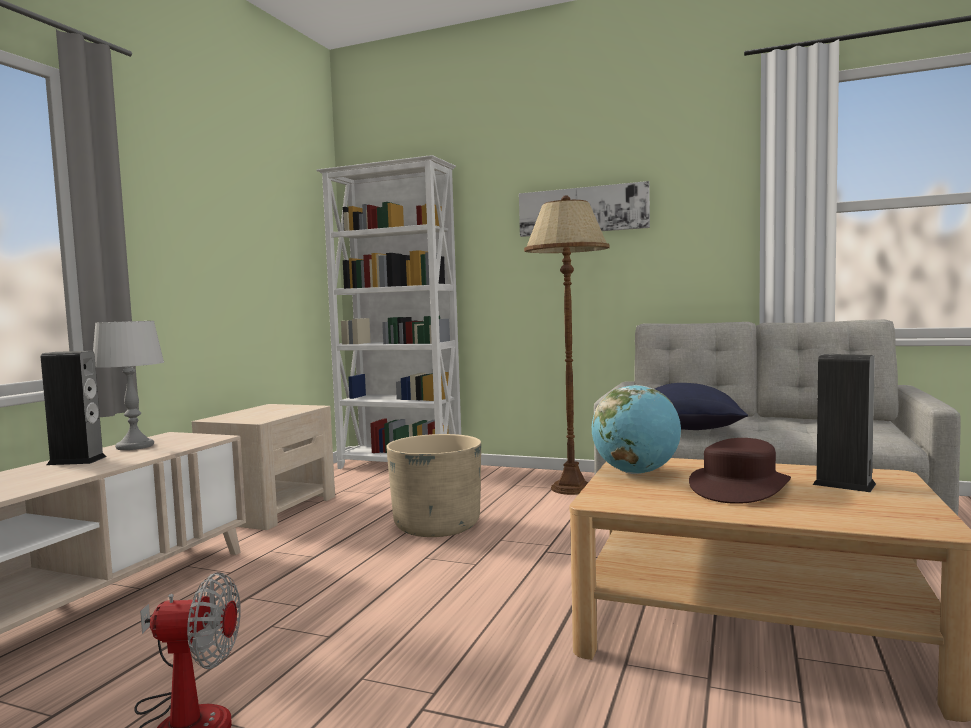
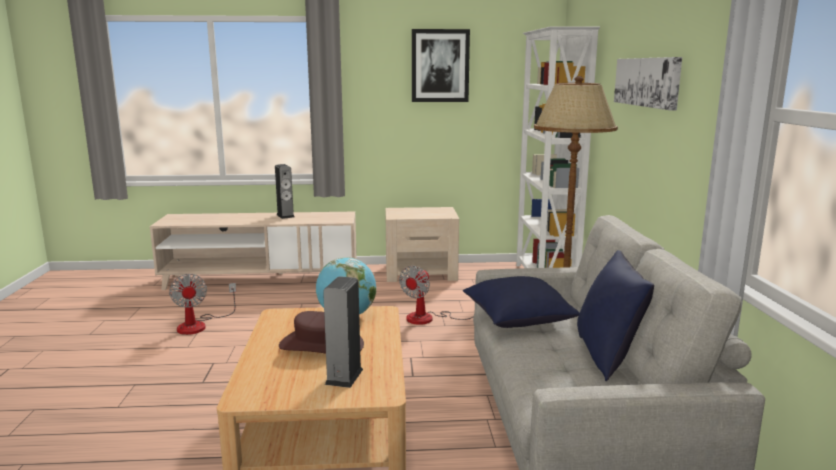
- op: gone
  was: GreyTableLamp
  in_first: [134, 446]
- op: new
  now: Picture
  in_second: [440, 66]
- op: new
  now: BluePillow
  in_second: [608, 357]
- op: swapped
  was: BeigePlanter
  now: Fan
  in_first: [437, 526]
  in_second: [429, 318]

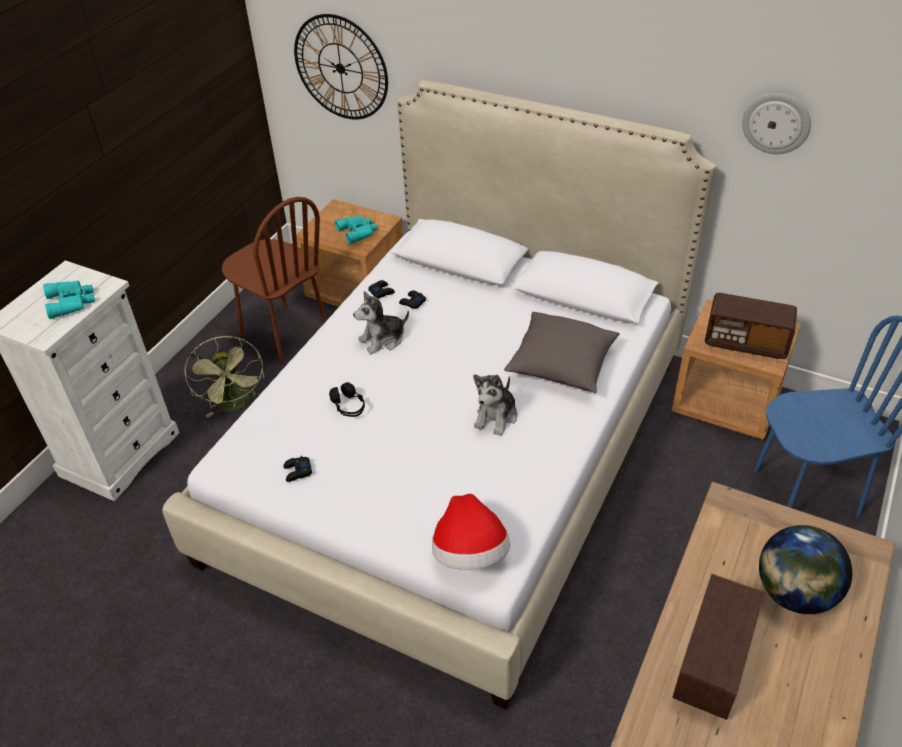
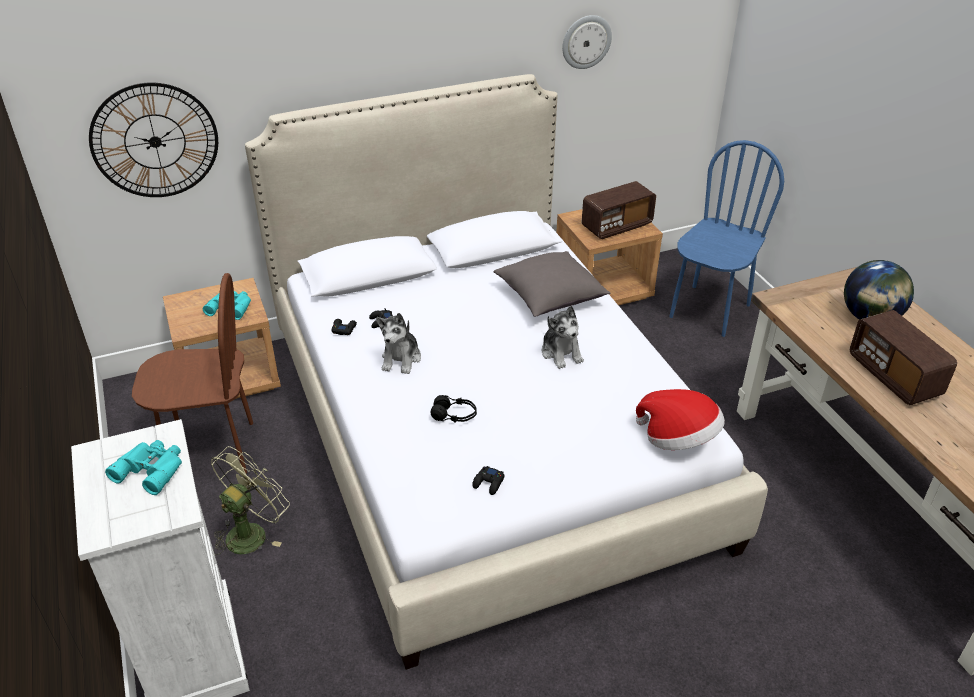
- op: rotated
  was: GreenFan
  in_first: [236, 405]
  in_second: [251, 532]
  clockwise: -75

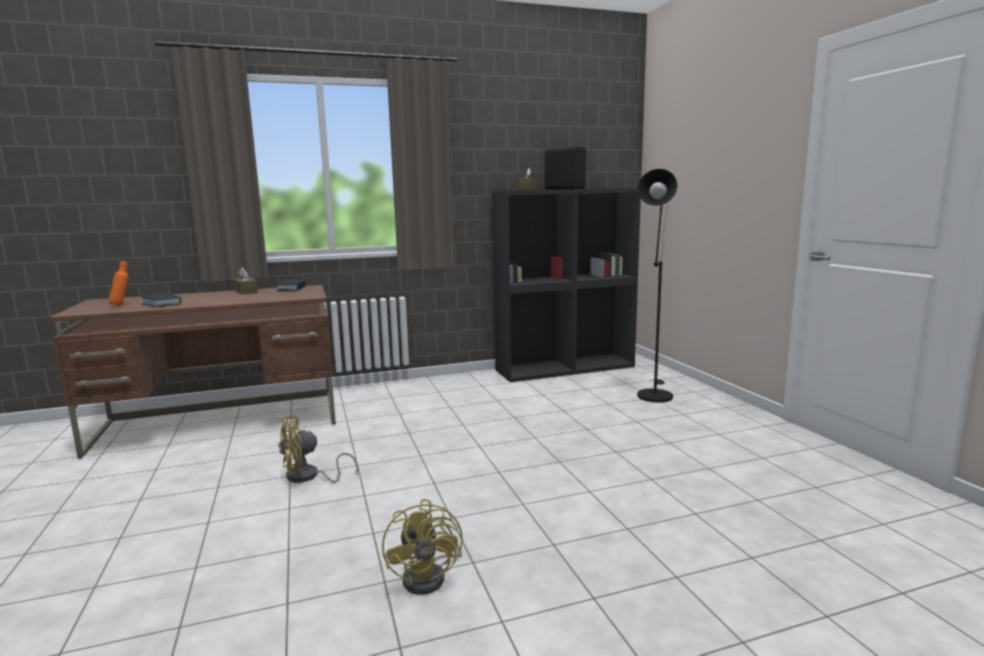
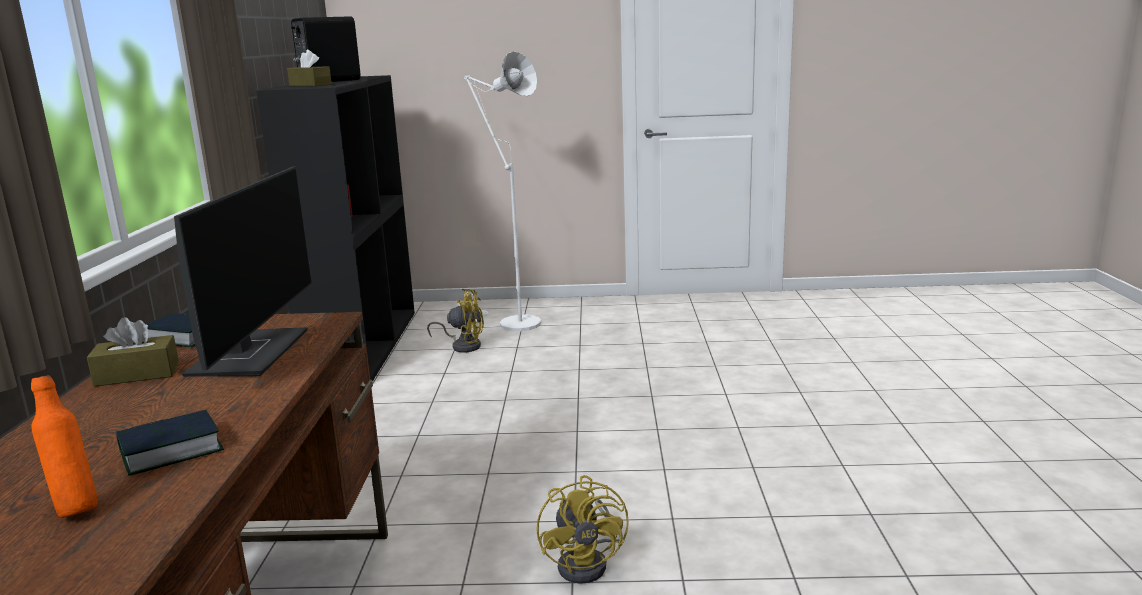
- op: new
  now: Monitor
  in_second: [250, 353]
- op: shifted
  was: YellowFan
  in_first: [430, 576]
  in_second: [463, 345]
- op: repainted
  was: BlackFloorLamp
  now: WhiteFloorLamp
  in_first: [654, 394]
  in_second: [513, 323]

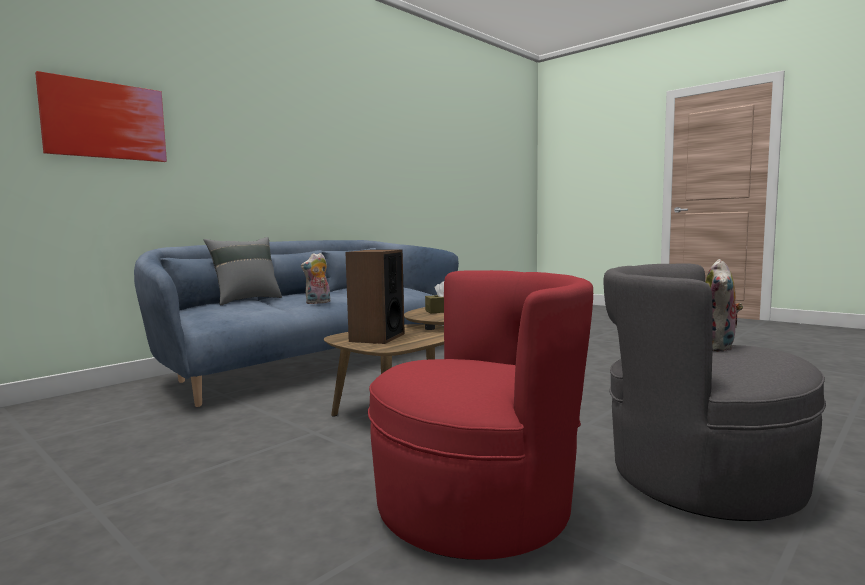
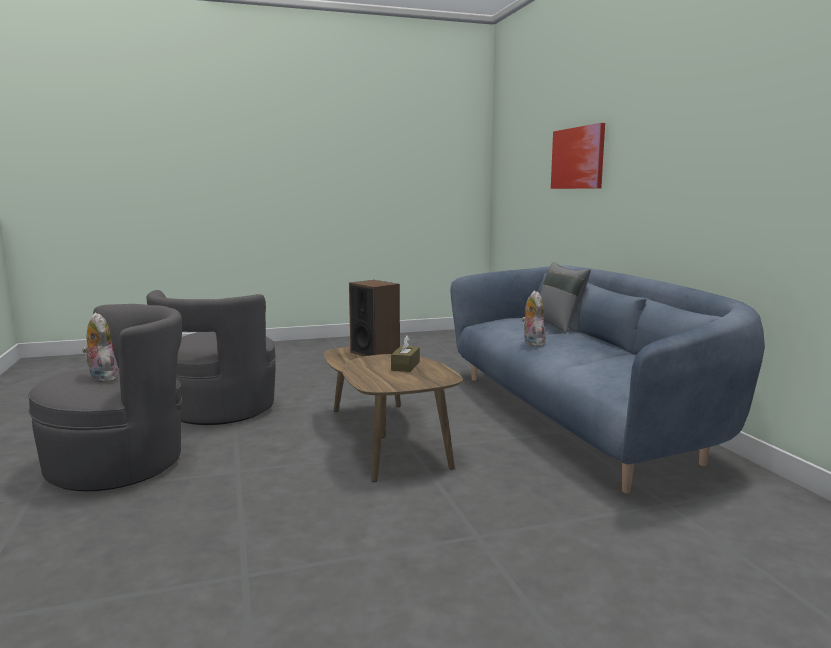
- op: repainted
  was: RedArmchair
  now: GreyArmchair
  in_first: [477, 508]
  in_second: [219, 410]

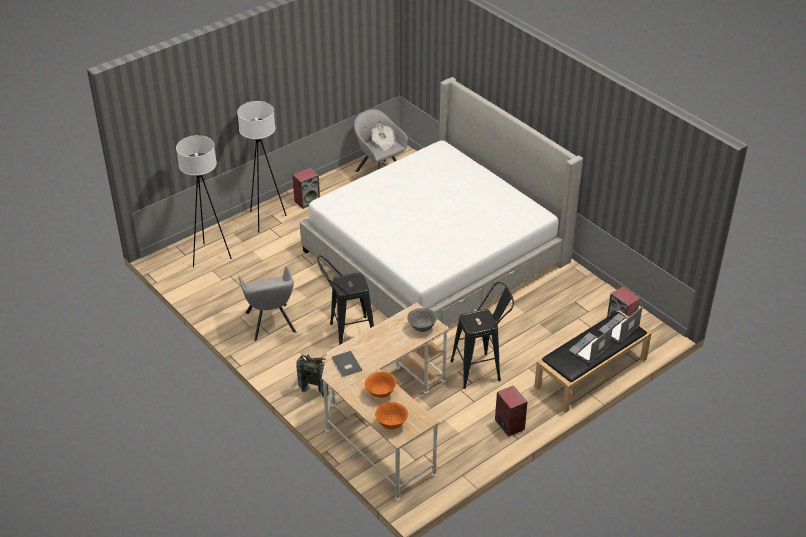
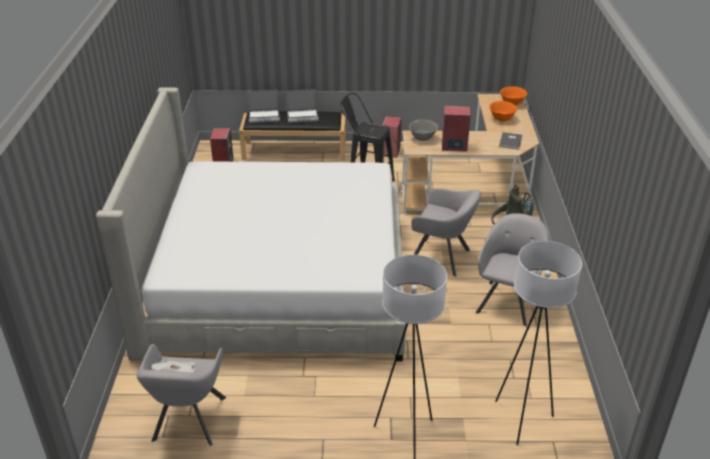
- op: shifted
  was: Speaker
  in_first: [307, 201]
  in_second: [453, 146]
- op: swapped
  was: BlackStool
  now: GreyArmchair
  in_first: [347, 333]
  in_second: [442, 257]

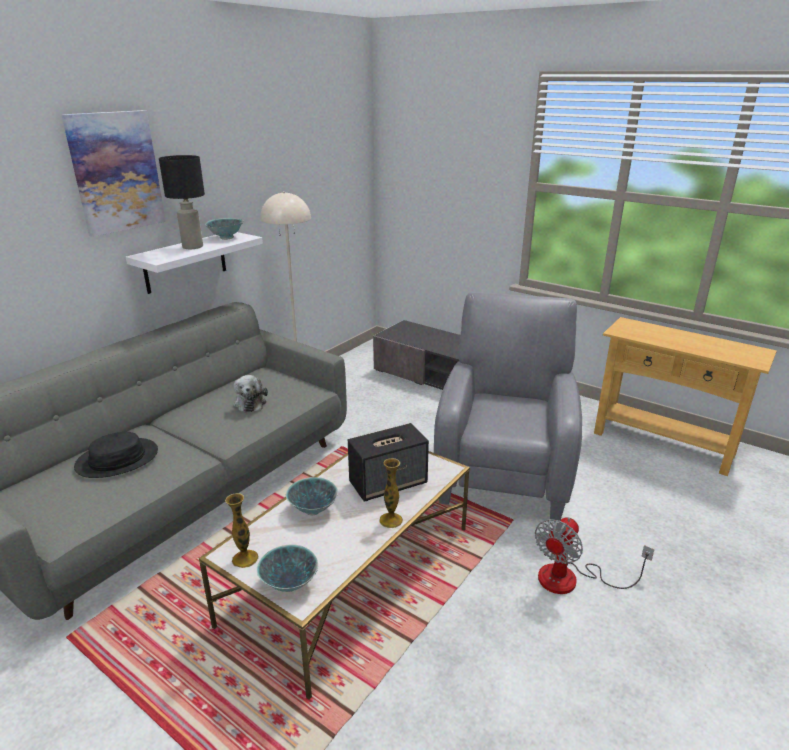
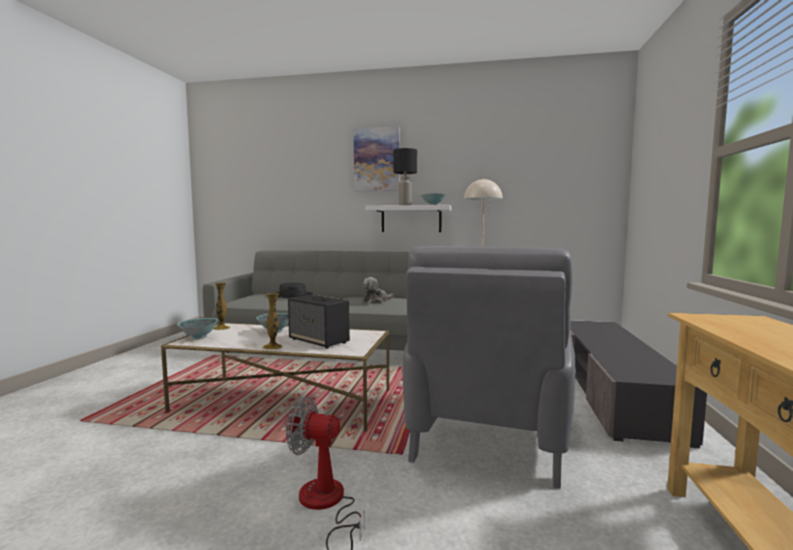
- op: rotated
  was: GreyArmchair
  in_first: [504, 468]
  in_second: [487, 436]
  clockwise: 120

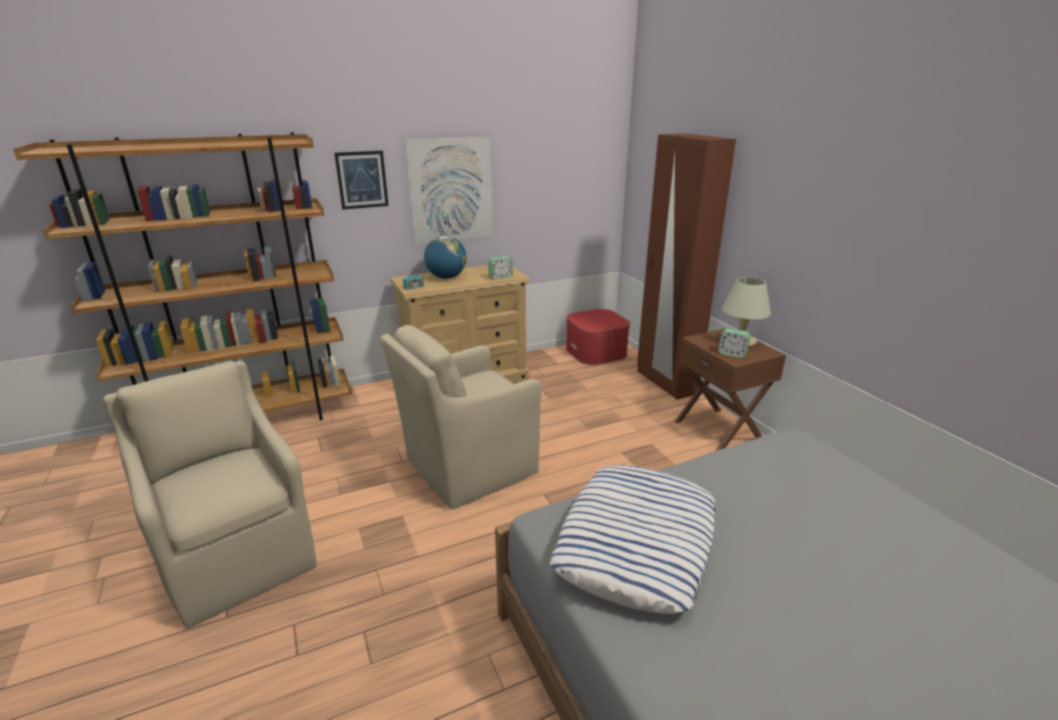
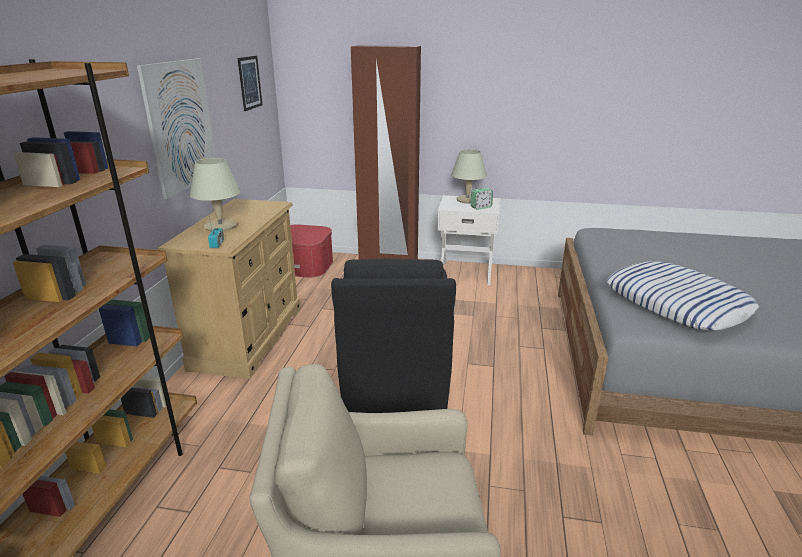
- op: gone
  was: AlarmClock
  in_first: [500, 277]
- op: shifted
  was: Picture
  in_first: [362, 180]
  in_second: [250, 83]
- op: swapped
  was: Globe
  now: BeigeTableLamp
  in_first: [446, 277]
  in_second: [220, 226]
- op: repainted
  was: BeigeArmchair
  now: BlackArmchair
  in_first: [467, 468]
  in_second: [394, 386]
- op: repainted
  was: BrownNightstand
  now: WhiteNightstand
  in_first: [719, 430]
  in_second: [465, 272]

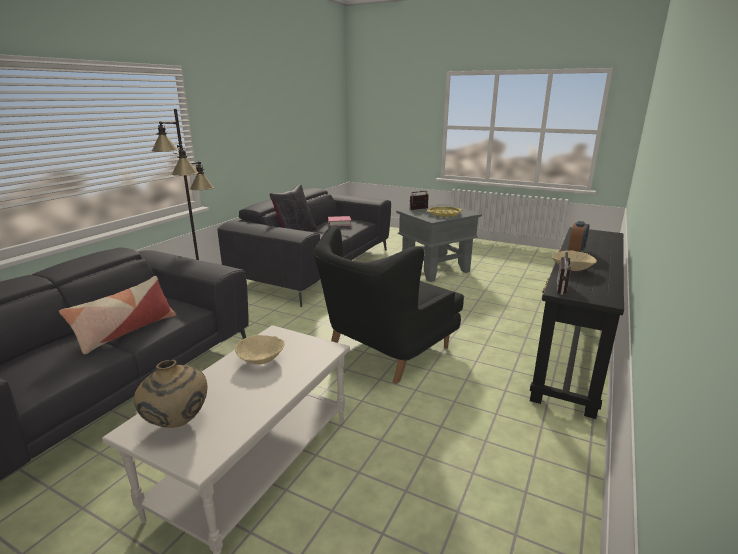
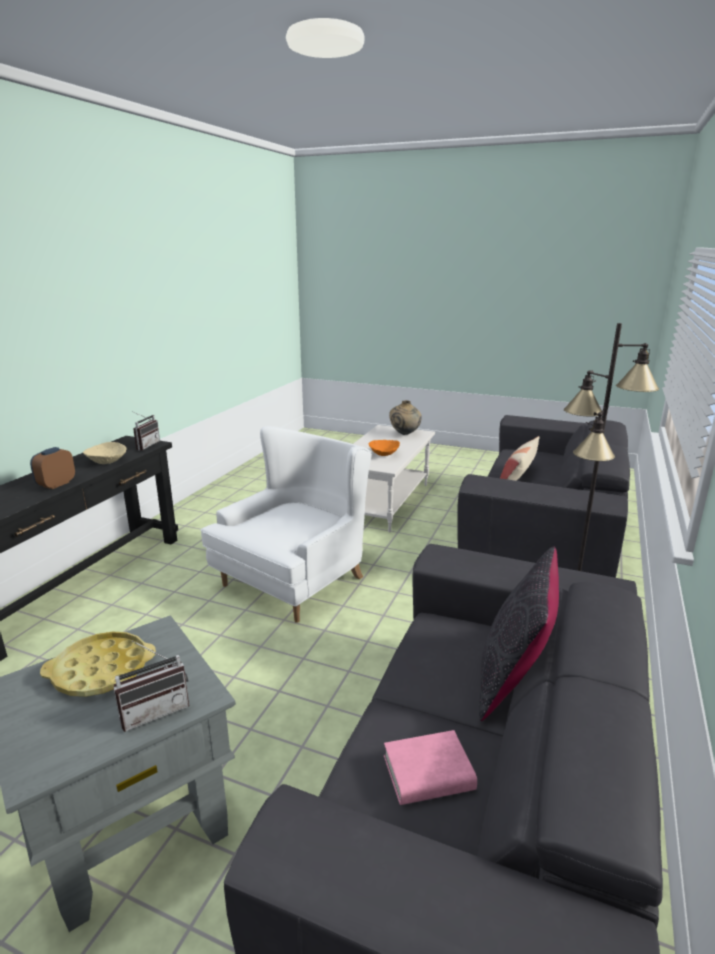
- op: repainted
  was: BeigeBowl
  now: OrangeBowl
  in_first: [261, 360]
  in_second: [384, 454]
- op: repainted
  was: BlackArmchair
  now: WhiteArmchair
  in_first: [386, 349]
  in_second: [296, 579]

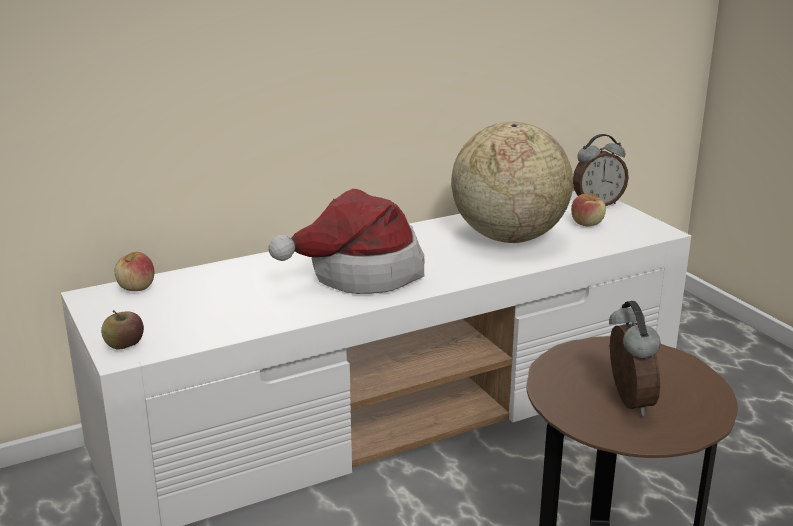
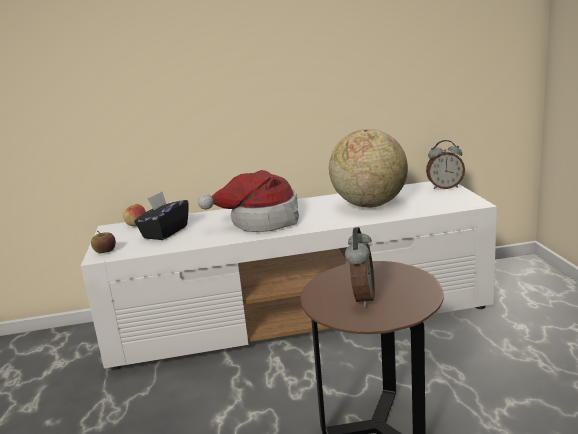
- op: gone
  was: Apple
  in_first: [587, 223]
- op: new
  now: BlackTissueBox
  in_second: [165, 232]

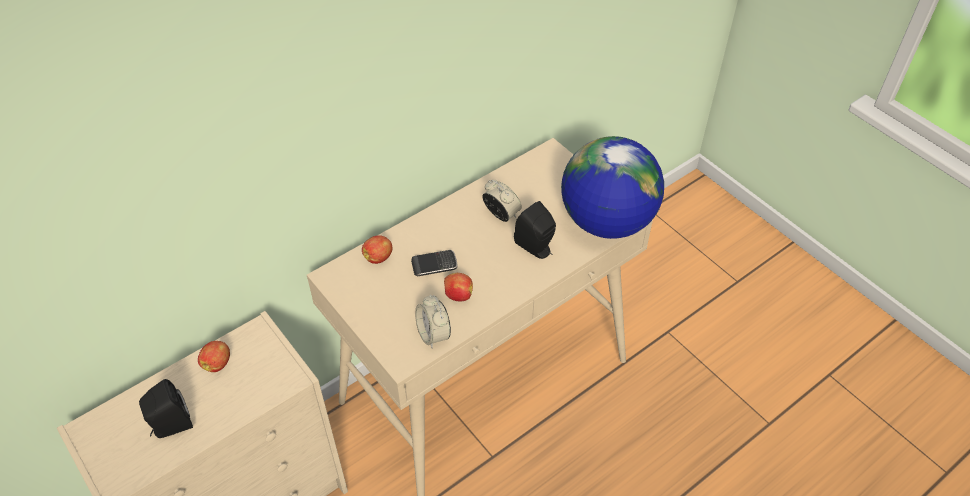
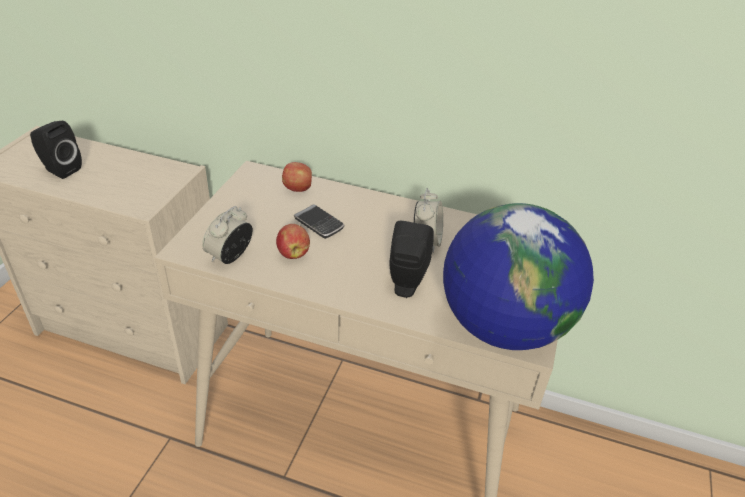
- op: gone
  was: Apple
  in_first: [217, 363]

